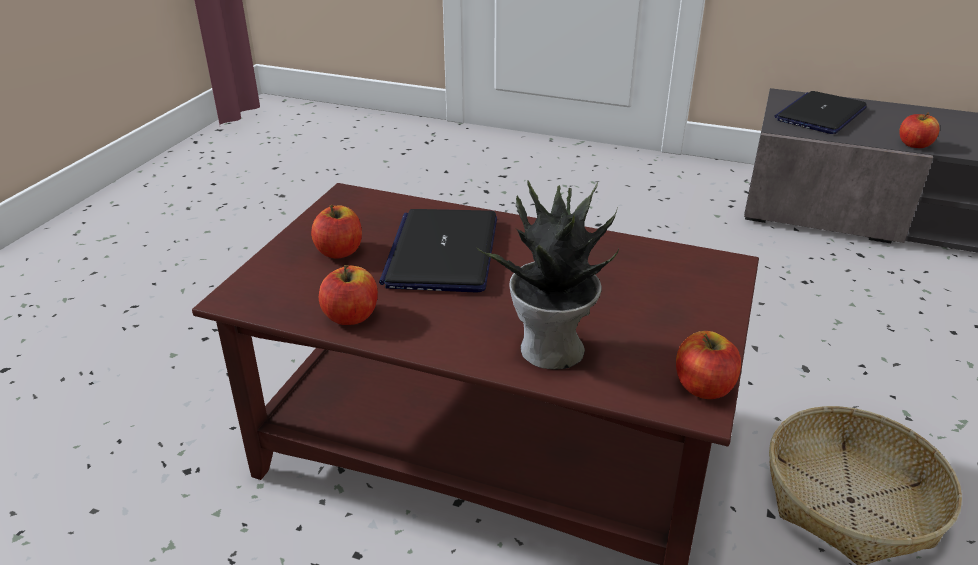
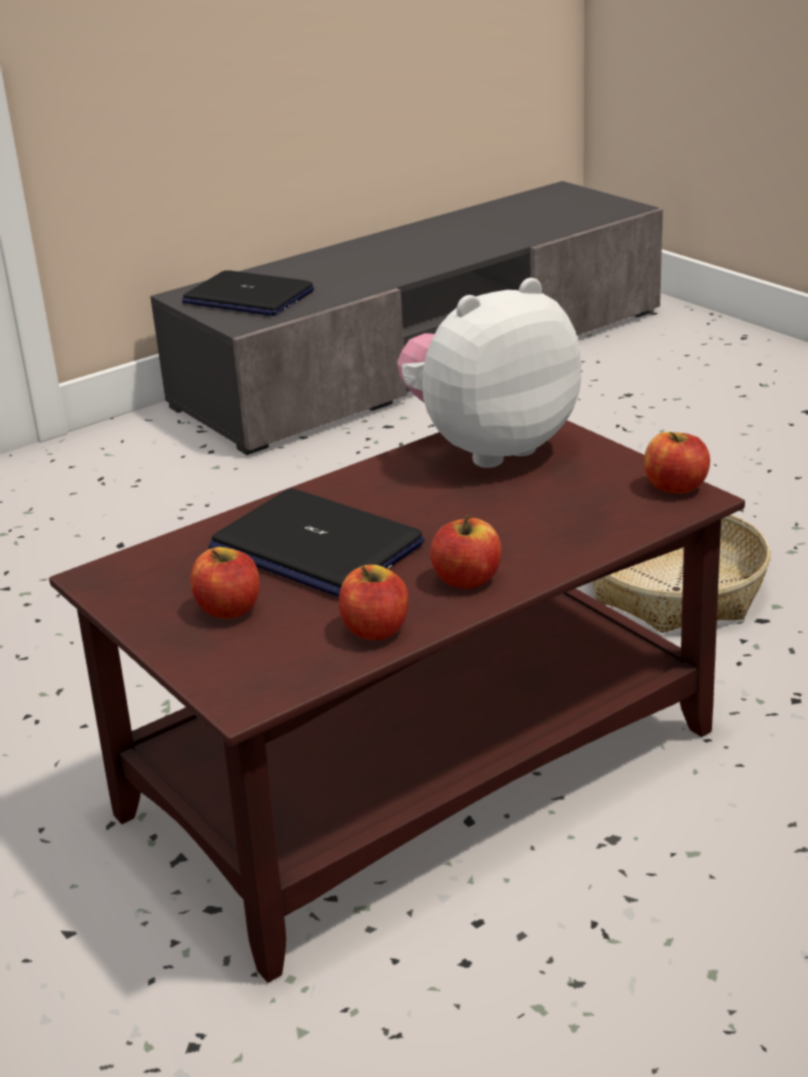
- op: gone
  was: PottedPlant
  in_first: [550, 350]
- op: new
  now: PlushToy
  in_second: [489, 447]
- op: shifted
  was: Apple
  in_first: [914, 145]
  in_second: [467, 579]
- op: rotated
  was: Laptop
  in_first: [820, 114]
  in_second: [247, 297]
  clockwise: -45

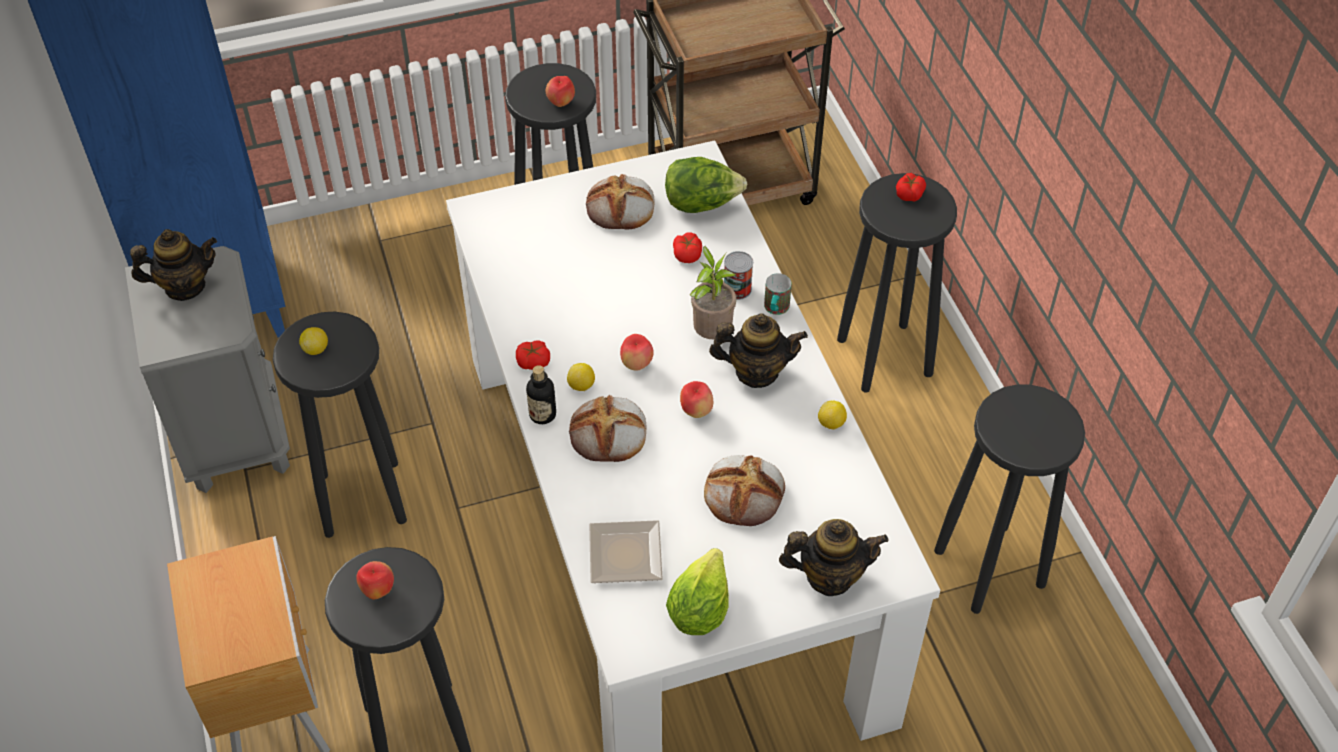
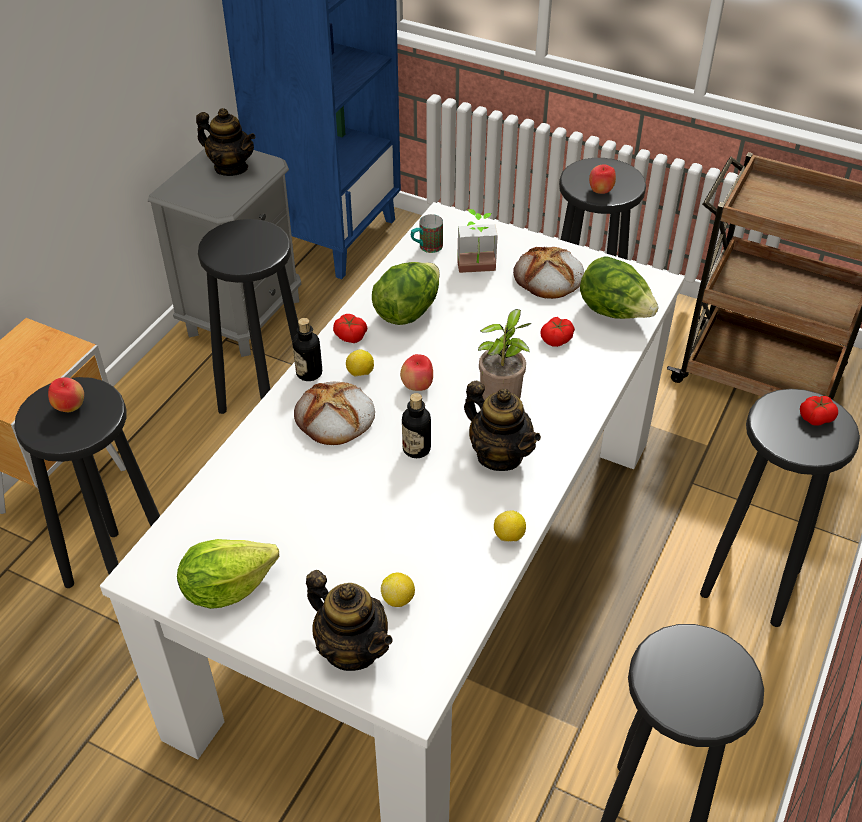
- op: gone
  was: Plate
  in_first: [623, 557]
- op: gone
  was: Bread
  in_first: [744, 493]
- op: gone
  was: Can
  in_first: [737, 289]
- op: new
  now: Lettuce
  in_second: [408, 311]
- op: new
  now: PottedPlant
  in_second: [477, 271]
- op: shifted
  was: Lemon
  in_first: [316, 349]
  in_second: [398, 599]
- op: shifted
  was: Mug
  in_first: [775, 310]
  in_second: [426, 247]
- op: swapped
  was: Apple
  now: Bottle
  in_first: [696, 411]
  in_second: [416, 449]

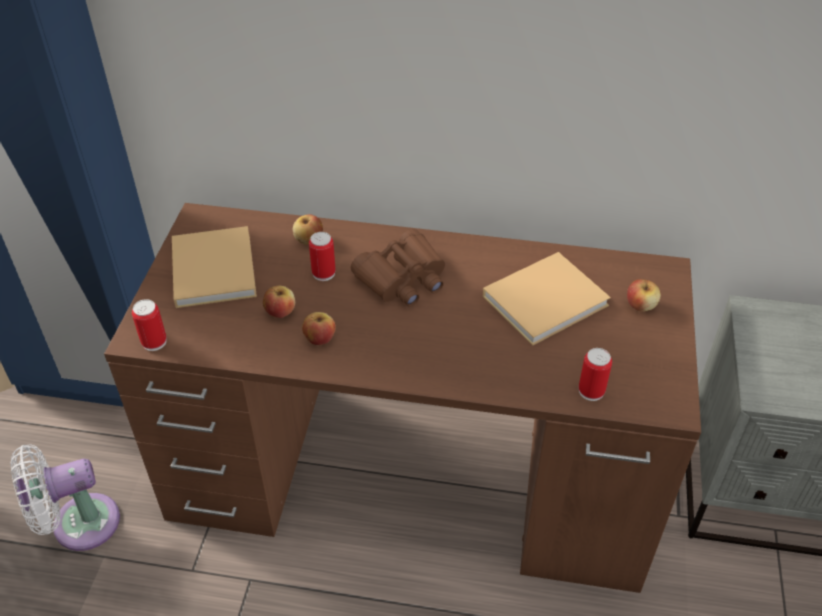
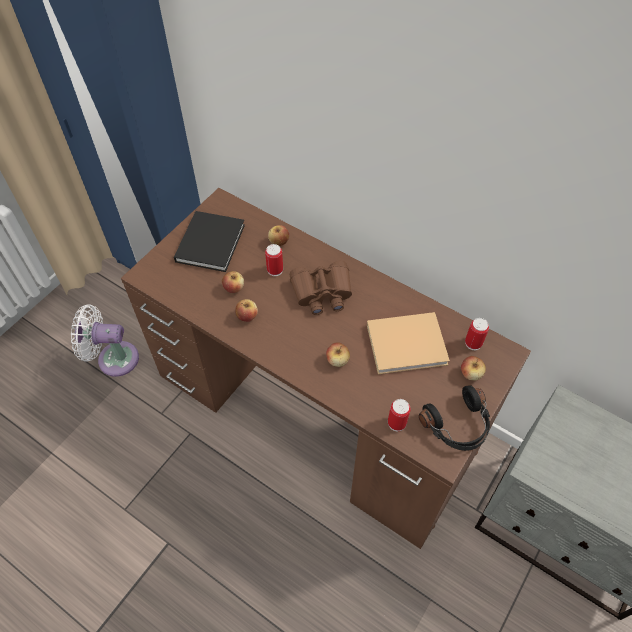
- op: new
  now: Apple
  in_second: [337, 360]
- op: new
  now: BlackHeadphones
  in_second: [458, 426]
- op: shifted
  was: Can
  in_first: [154, 342]
  in_second: [473, 343]
- op: repainted
  was: BeigeBook
  now: BlackBook
  in_first: [213, 267]
  in_second: [211, 241]

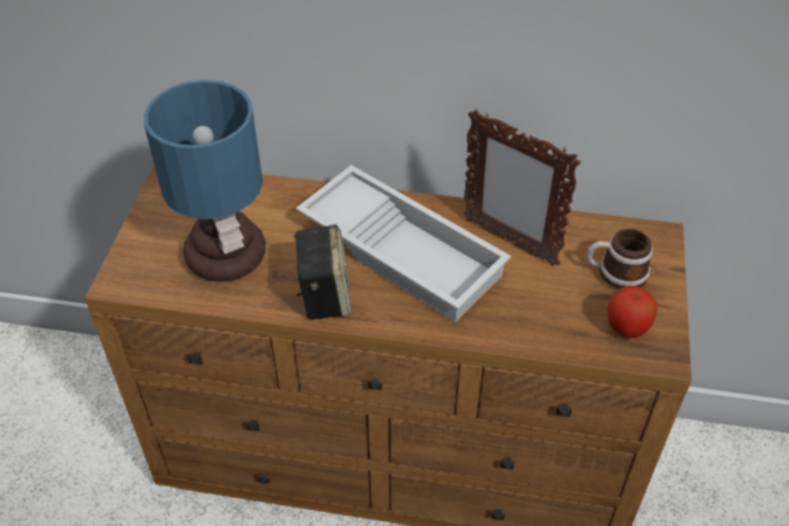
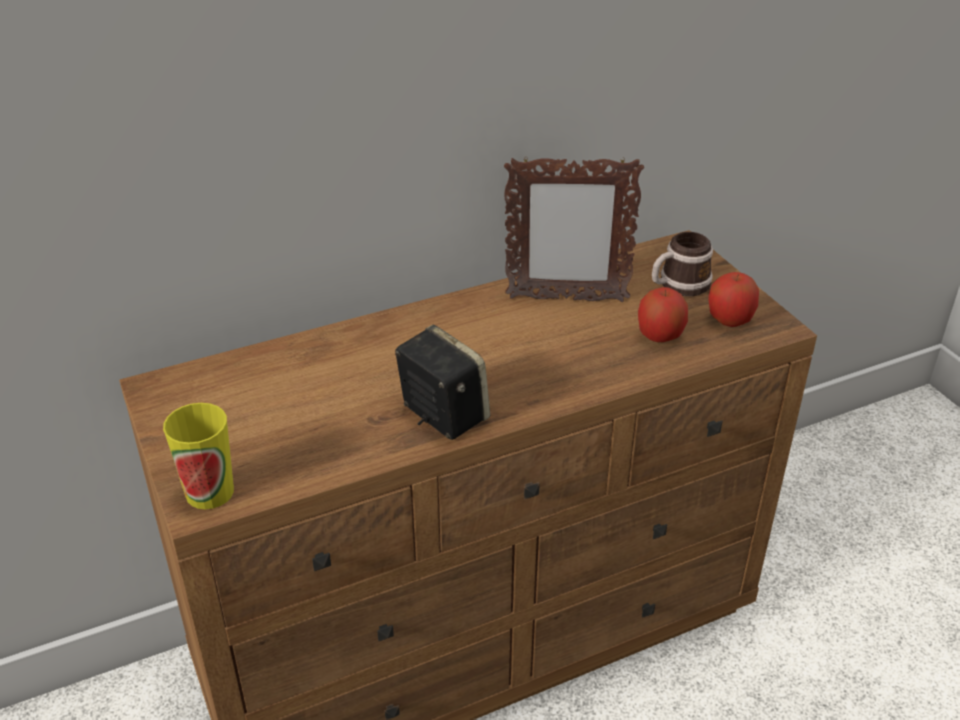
- op: gone
  was: TableLamp
  in_first: [229, 257]
- op: gone
  was: WhiteTray
  in_first: [404, 250]
- op: new
  now: Cup
  in_second: [209, 492]
- op: new
  now: Apple
  in_second: [660, 336]

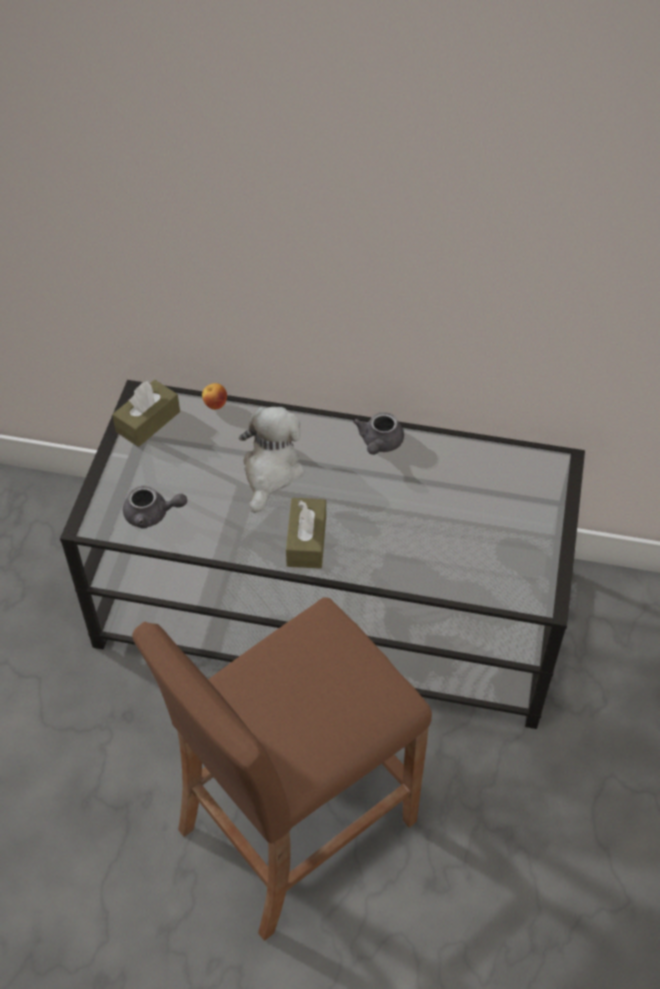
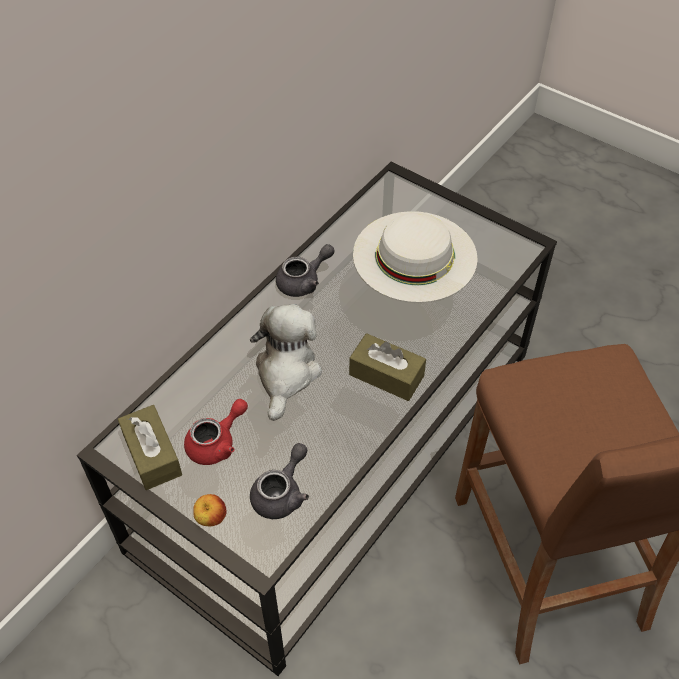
- op: new
  now: RedTeapot
  in_second: [217, 443]
- op: new
  now: WhiteHat
  in_second: [415, 255]
- op: shifted
  was: Apple
  in_first: [215, 405]
  in_second: [211, 518]
- op: rotated
  was: PlushToy
  in_first: [271, 472]
  in_second: [286, 373]
  clockwise: 60
- op: rotated
  was: GreyTeapot
  in_first: [379, 444]
  in_second: [304, 281]
  clockwise: -75

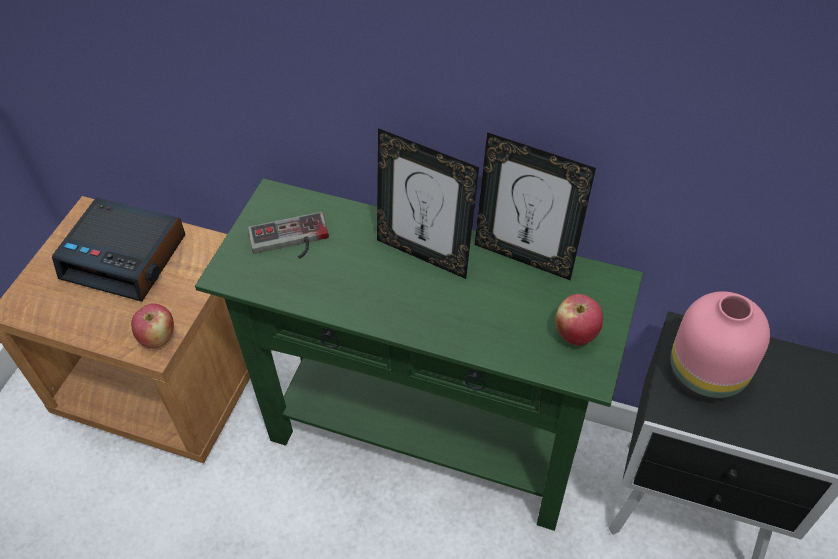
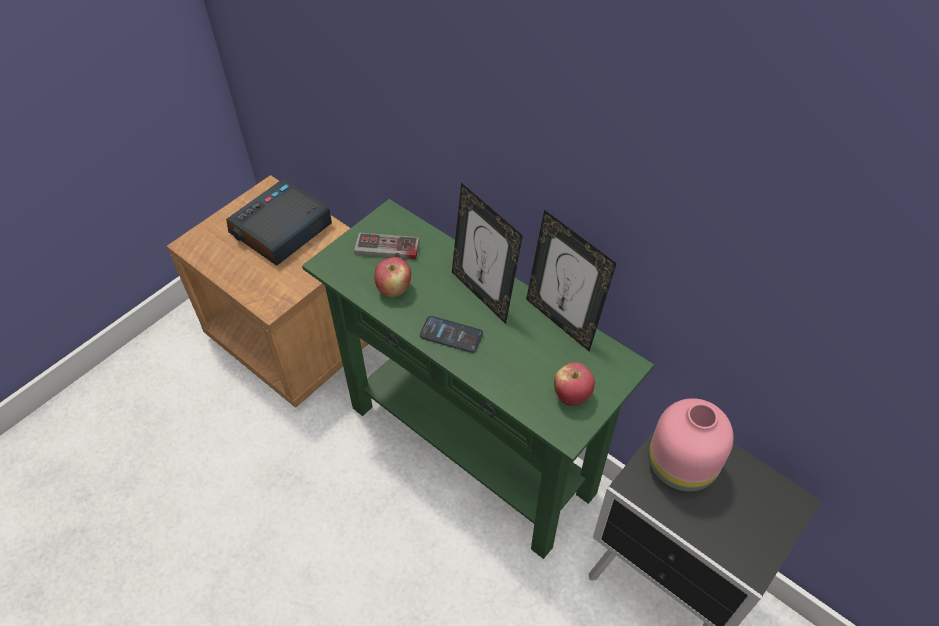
- op: new
  now: Phone
  in_second: [451, 335]
- op: shifted
  was: Apple
  in_first: [158, 338]
  in_second: [394, 289]
- op: rotated
  was: AlarmClock
  in_first: [126, 257]
  in_second: [281, 230]
  clockwise: 90

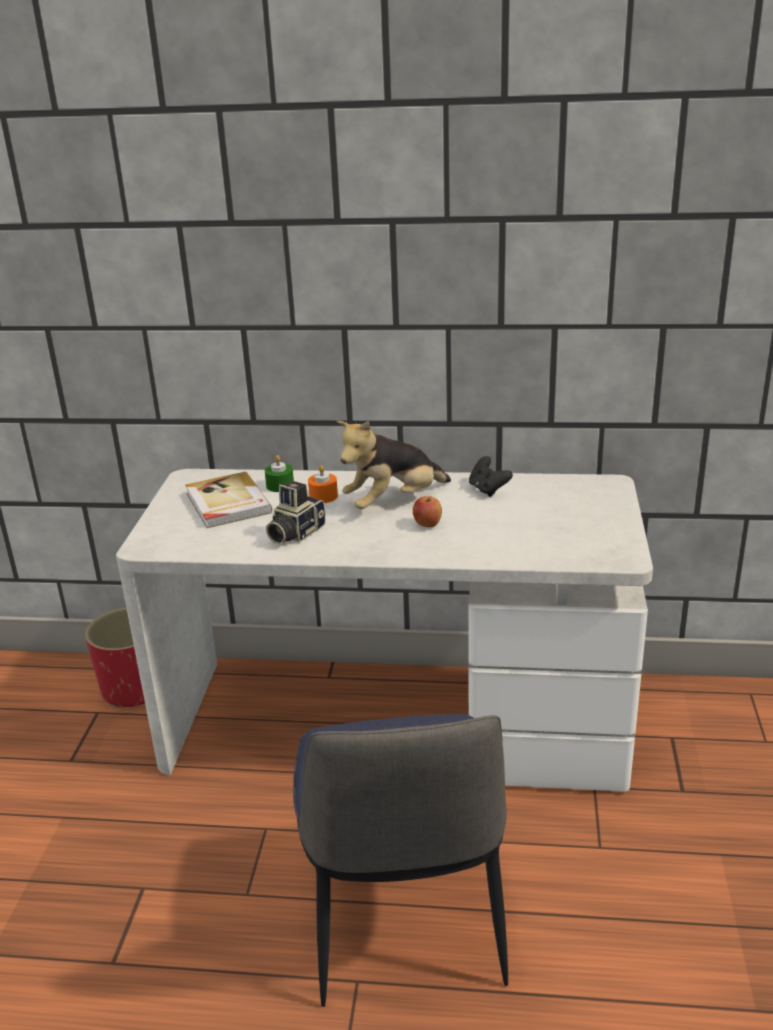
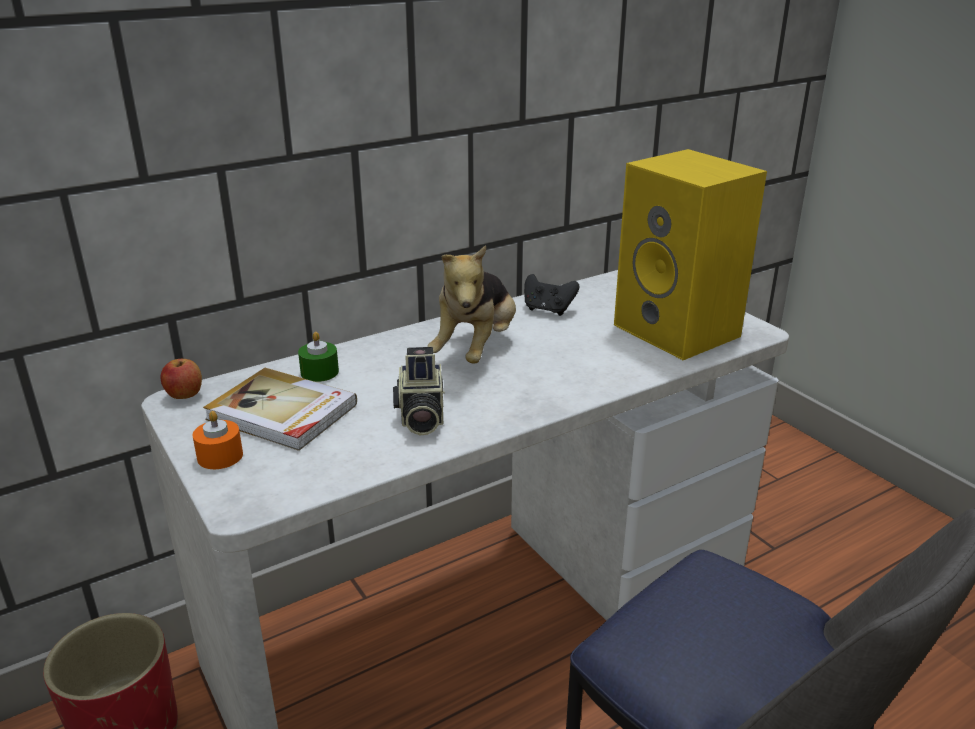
- op: new
  now: YellowSpeaker
  in_second: [680, 331]
- op: shifted
  was: OrangeCandle
  in_first: [323, 496]
  in_second: [220, 456]
- op: shifted
  was: Apple
  in_first: [427, 524]
  in_second: [184, 395]

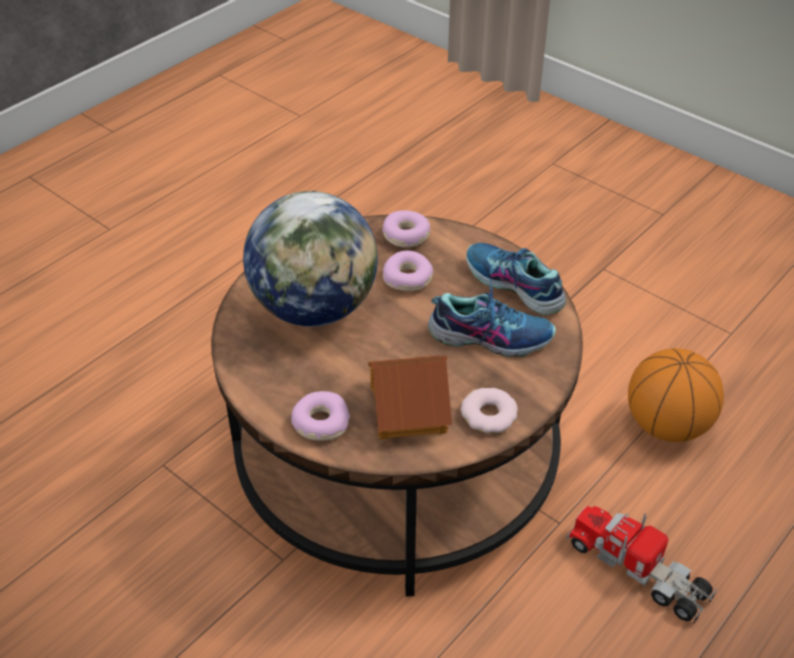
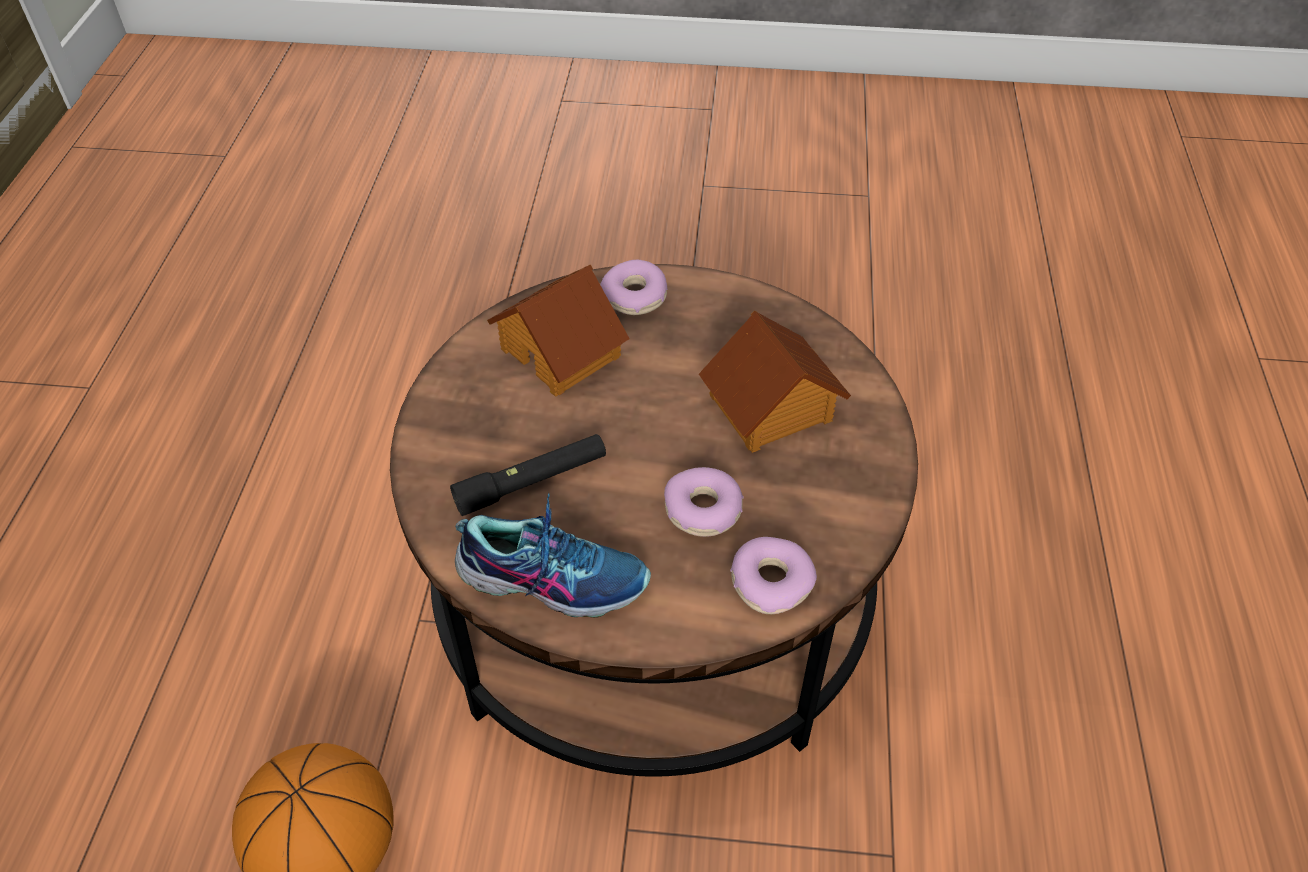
- op: gone
  was: Donut
  in_first: [489, 415]
- op: gone
  was: ToyTruck
  in_first: [638, 570]
- op: swapped
  was: Globe
  now: ToyHouse
  in_first: [315, 308]
  in_second: [771, 408]
- op: swapped
  was: Shoe
  now: BlackFlashlight
  in_first: [490, 336]
  in_second: [531, 482]

